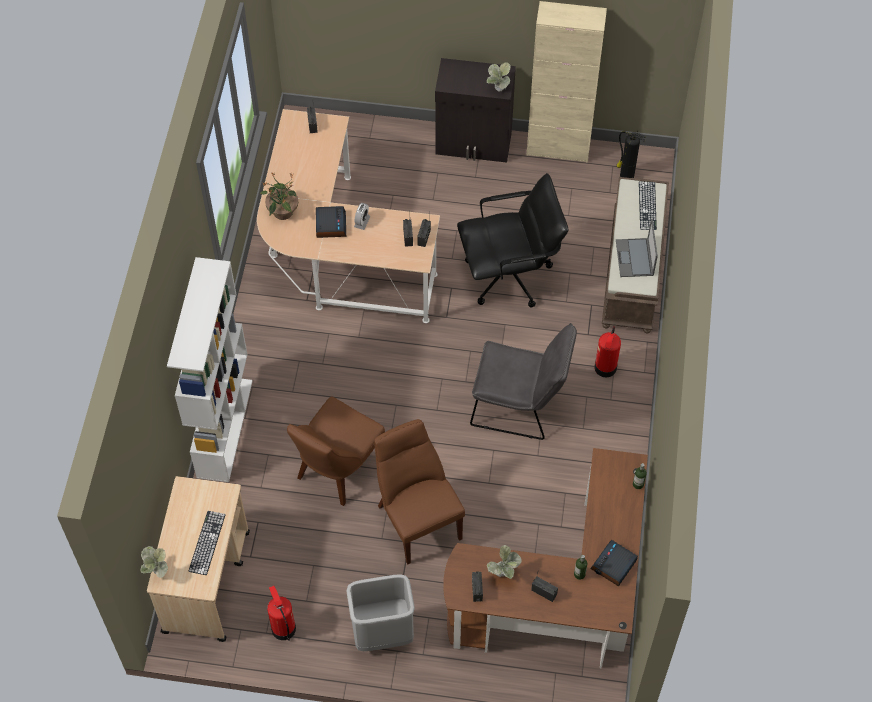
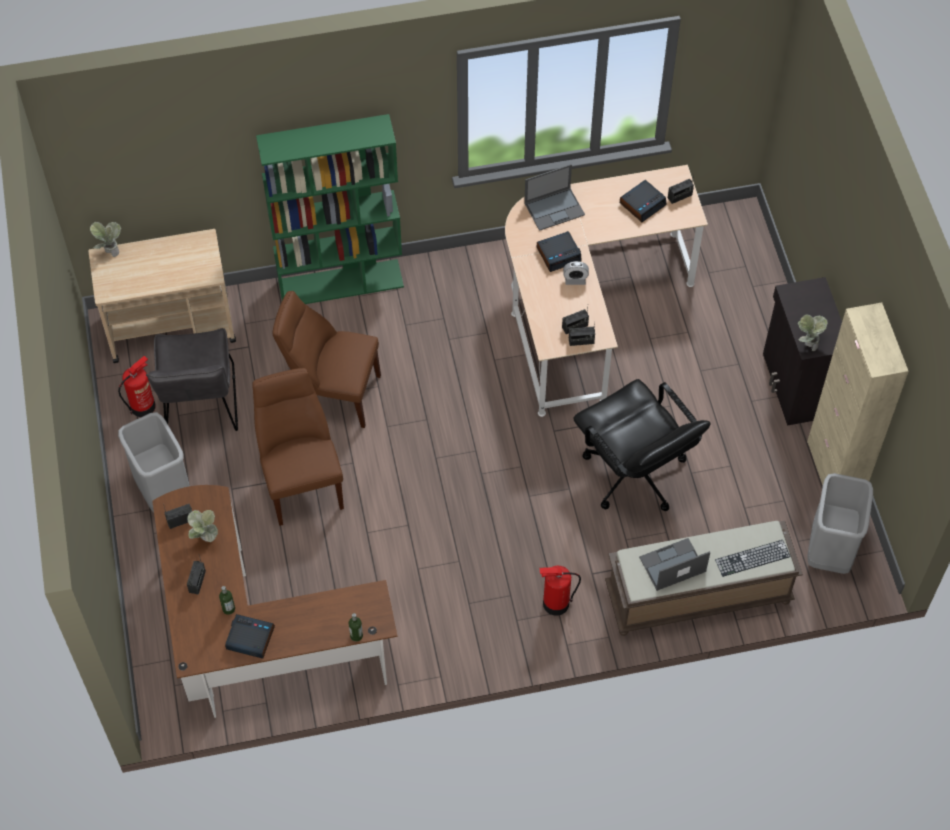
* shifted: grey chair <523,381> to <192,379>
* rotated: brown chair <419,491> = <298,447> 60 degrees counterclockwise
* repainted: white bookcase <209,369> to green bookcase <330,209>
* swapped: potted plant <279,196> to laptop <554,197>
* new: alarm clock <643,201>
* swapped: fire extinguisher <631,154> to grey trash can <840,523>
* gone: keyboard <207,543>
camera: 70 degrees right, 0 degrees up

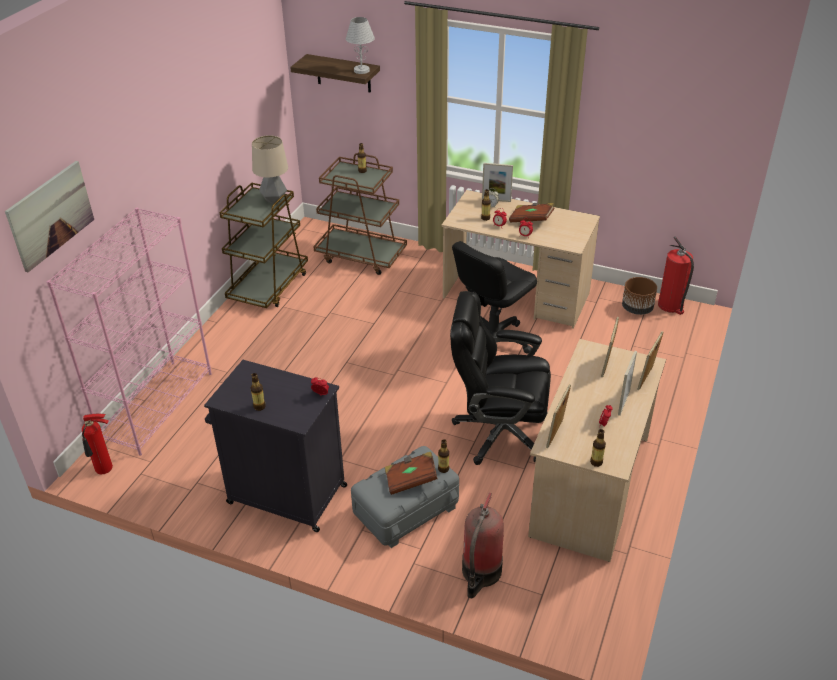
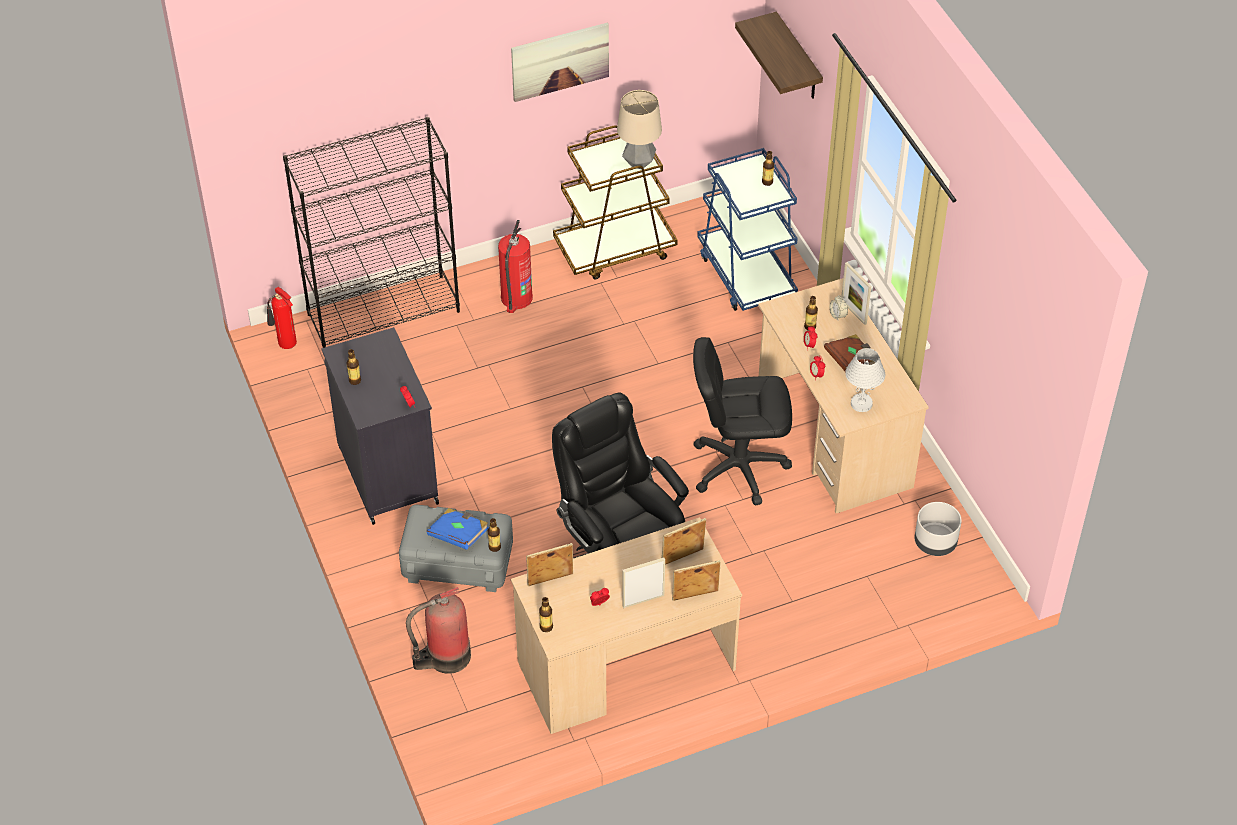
* repainted: pink bookcase <129,332> to black bookcase <371,232>
* repainted: brown book <411,473> to blue book <458,529>
* shifted: fire extinguisher <676,276> to <515,266>
* shifted: picture <49,216> to <560,62>
* repainted: brown cart <360,214> to blue cart <747,229>
* shifted: white table lamp <360,45> to <865,380>
* repainted: brown planter <639,296> to grey planter <938,529>
camera: 45 degrees right, 10 degrees up

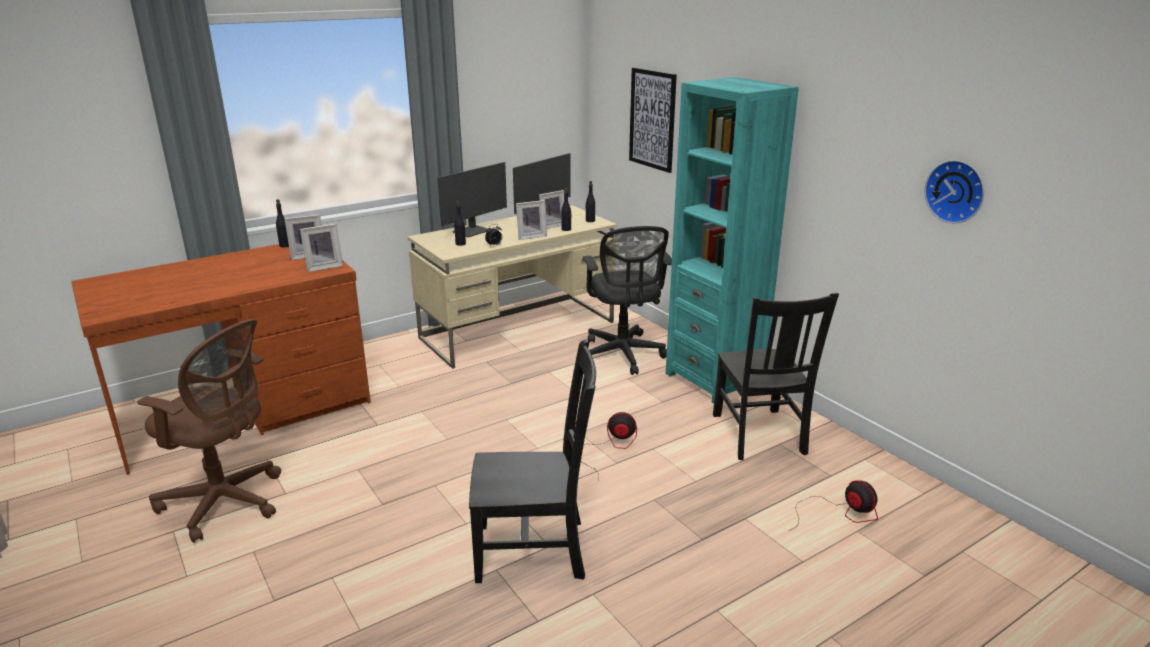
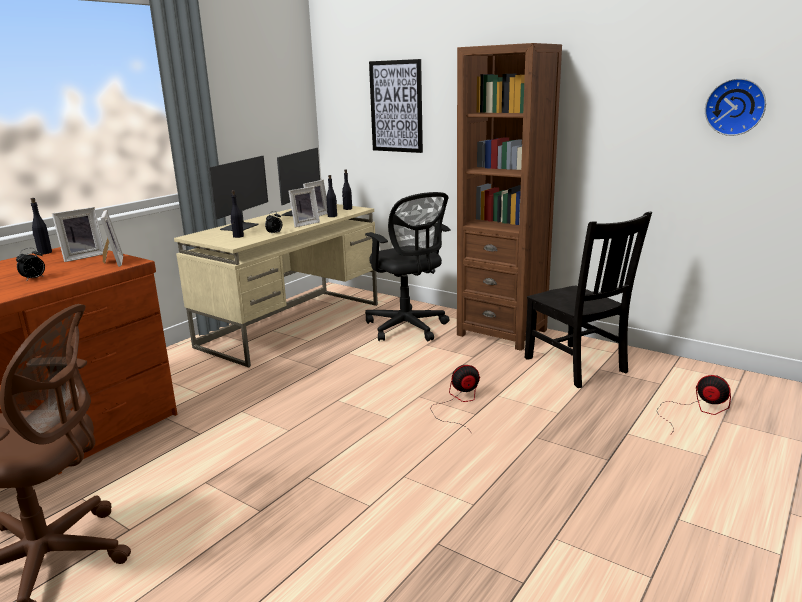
* new: alarm clock <30,264>
* rotated: picture frame <321,248> = <112,238> 60 degrees counterclockwise
* repainted: turquoise bookcase <732,240> to brown bookcase <509,197>
* gone: black chair <532,461>
camera: 20 degrees left, 5 degrees down

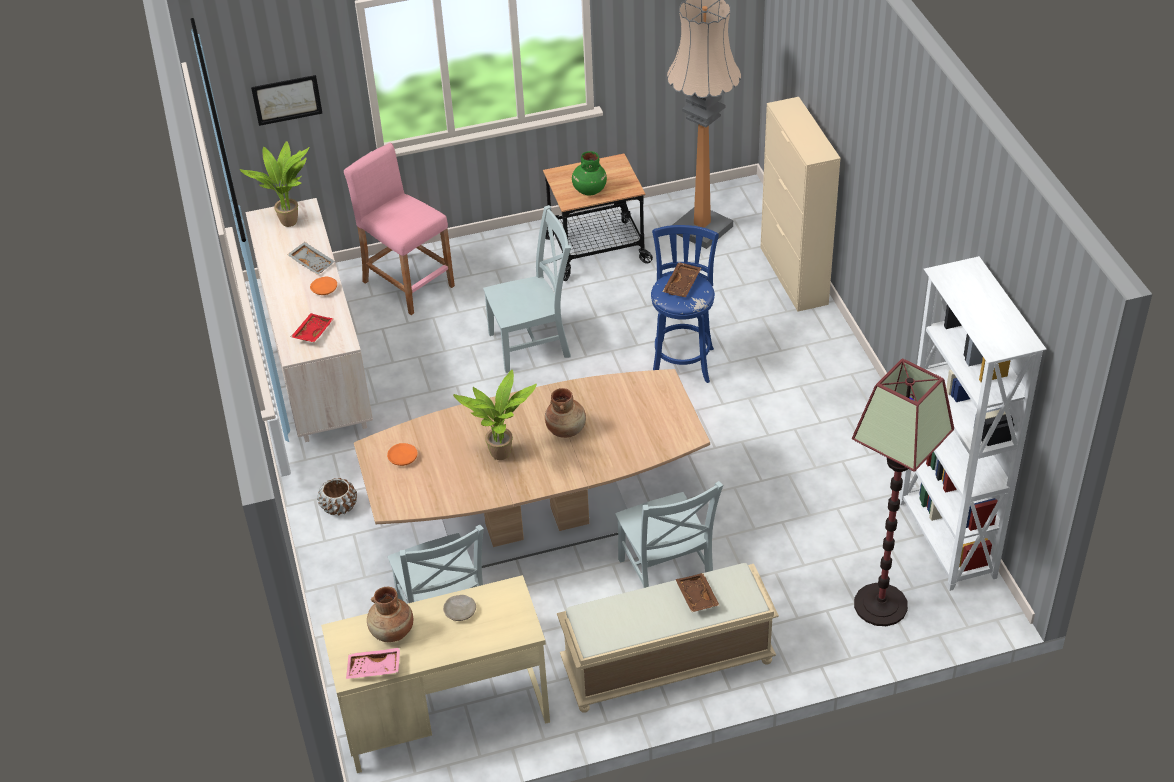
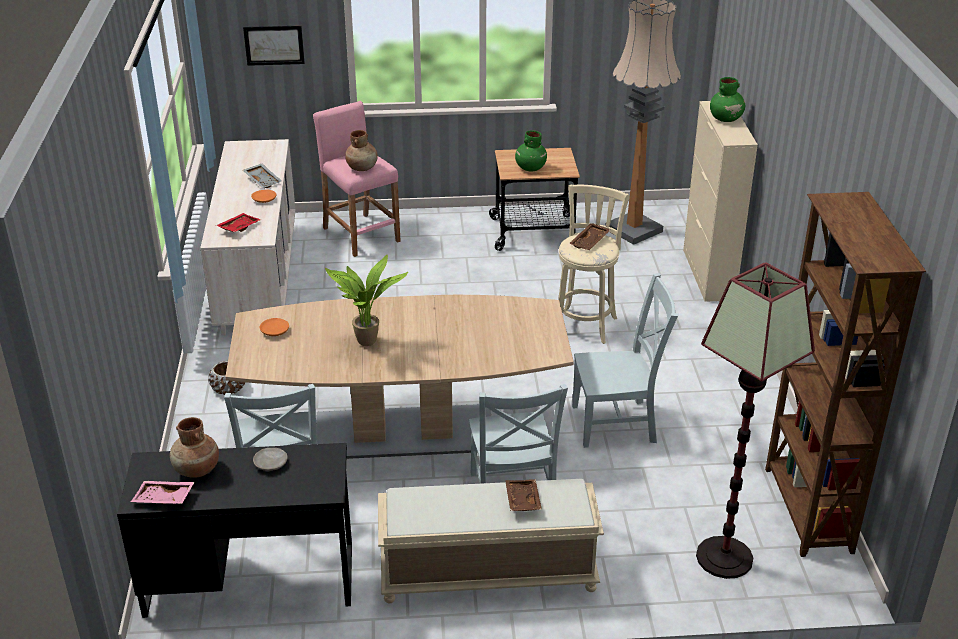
* repainted: beige desk <435,674> to black desk <234,530>
* shifted: brown vase <565,413> to <361,150>
* repainted: blue stool <685,304> to beige stool <593,264>
* shifted: grey chair <527,289> to <625,360>
* new: green vase <727,99>
* repainted: white bookcase <972,423> to brown bookcase <845,374>
* gone: potted plant <274,184>
camera: 10 degrees right, 10 degrees down

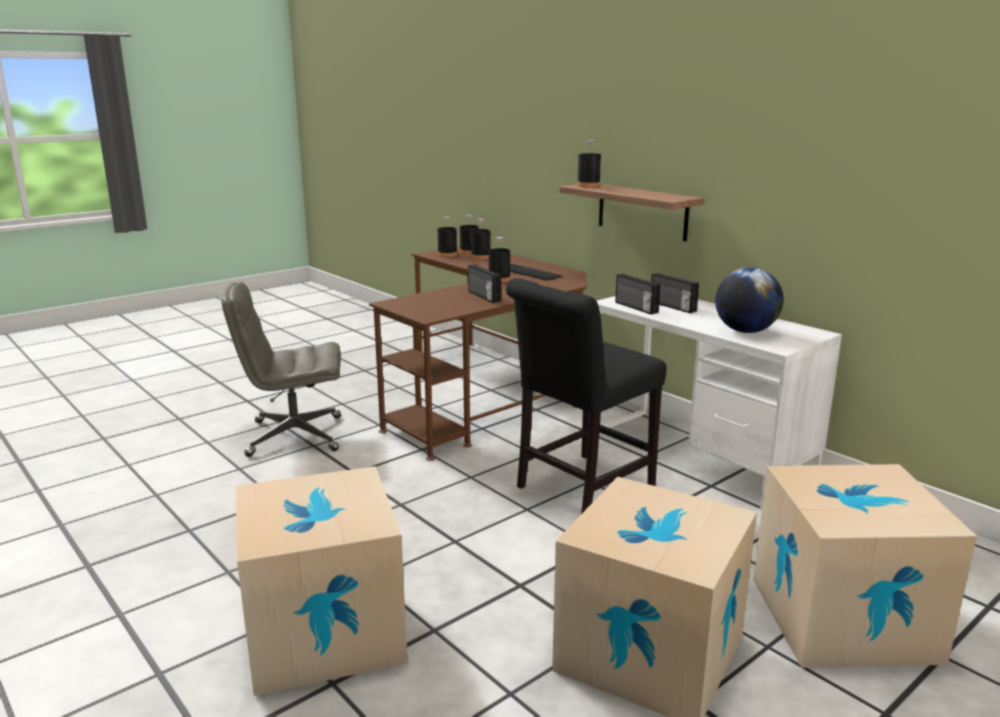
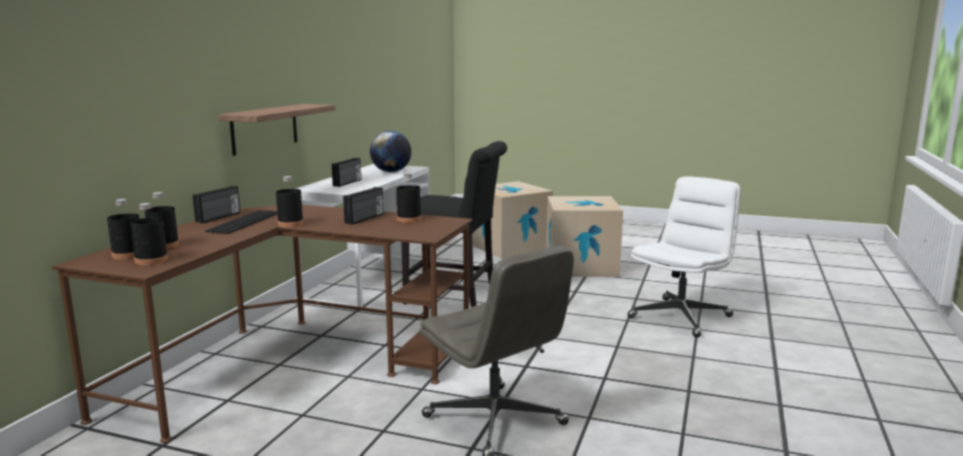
* shifted: radio <637,293> to <216,204>
* shifted: black bottle <589,163> to <408,198>
* swapped: cardboard box <321,581> to white office chair <684,257>
camera: 120 degrees left, 5 degrees down

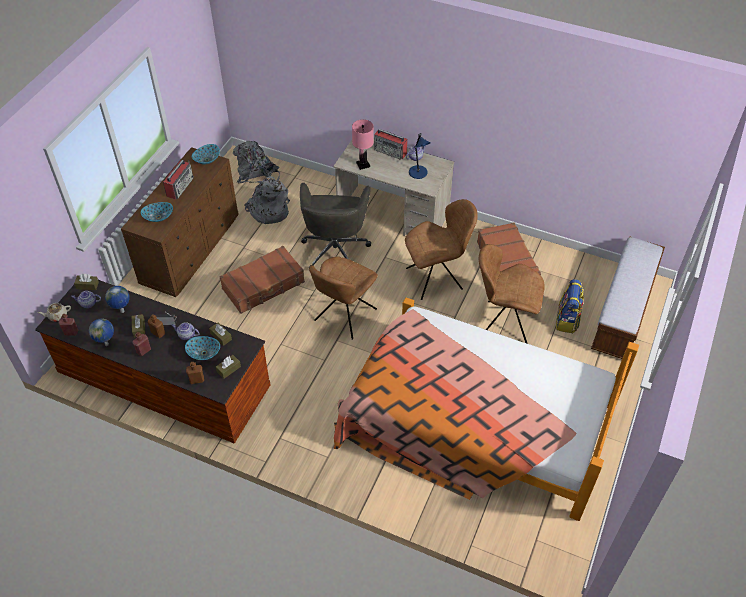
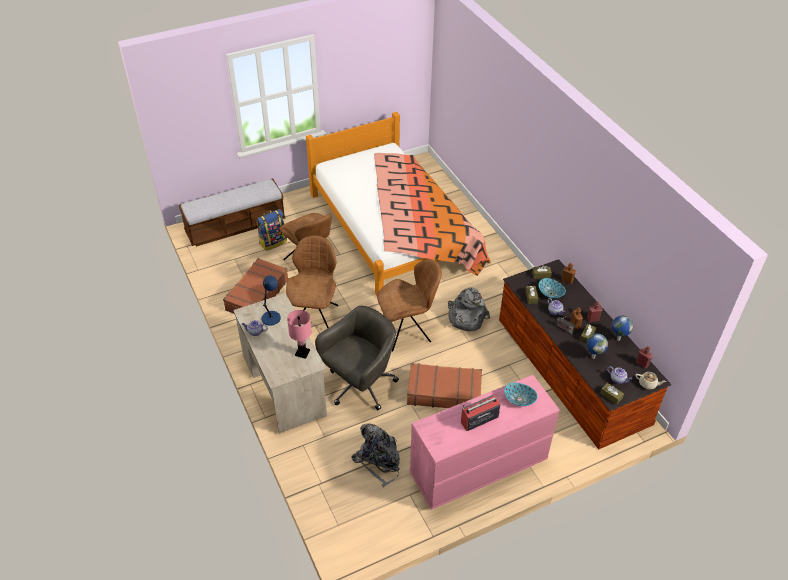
* rotated: brown chair <441,249> = <312,281> 75 degrees clockwise
* repainted: brown dresser <180,222> to pink dresser <485,442>
* shifted: grey backpack <256,162> to <469,309>
* gone: bowl <206,154>
* gone: radio <391,144>
camera: 140 degrees left, 5 degrees down

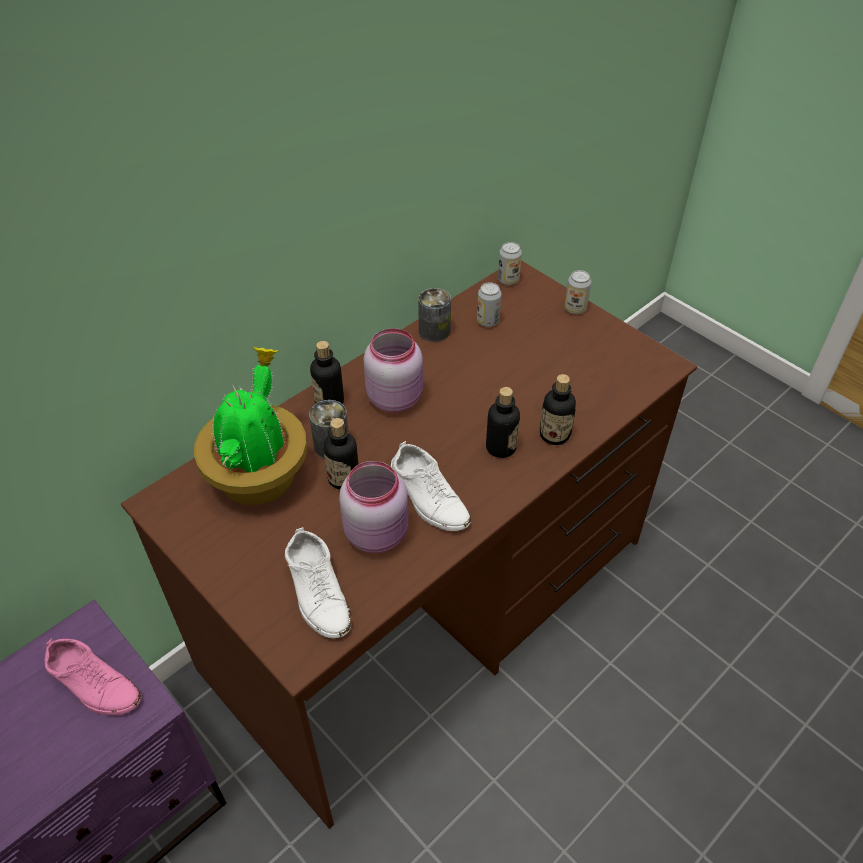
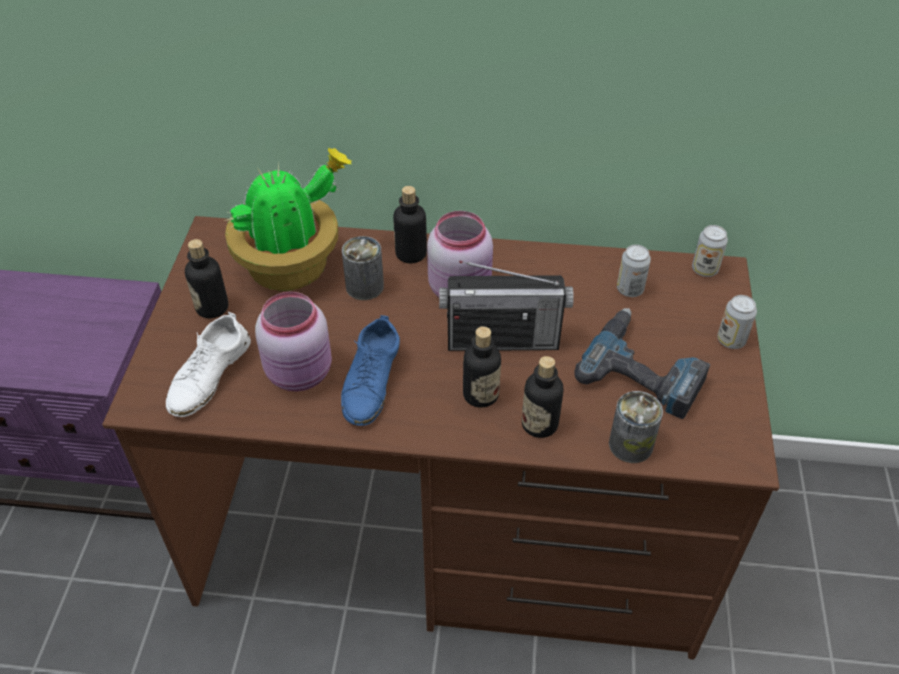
* shifted: bottle <340,453> to <206,278>
* repainted: white shoe <431,486> to blue shoe <370,370>
* new: radio <506,305>
* new: power drill <642,363>
* shifted: can <434,315> to <636,427>
* gone: pink shoe <93,676>
camera: 50 degrees right, 0 degrees up

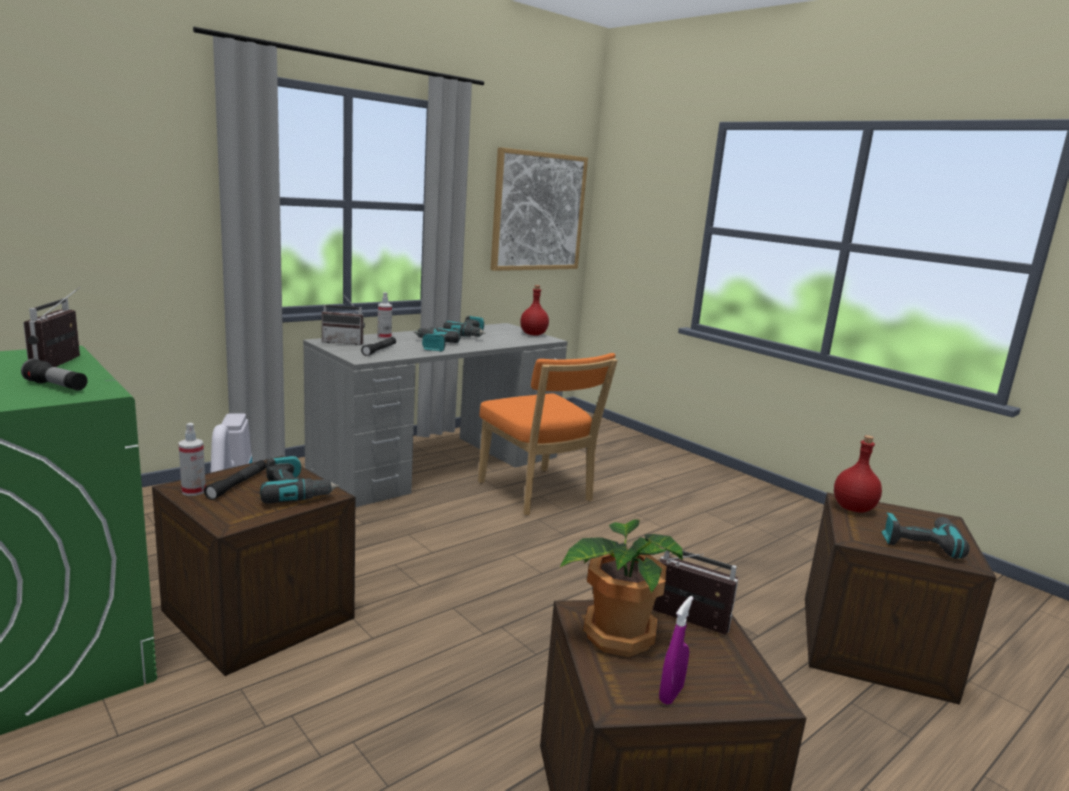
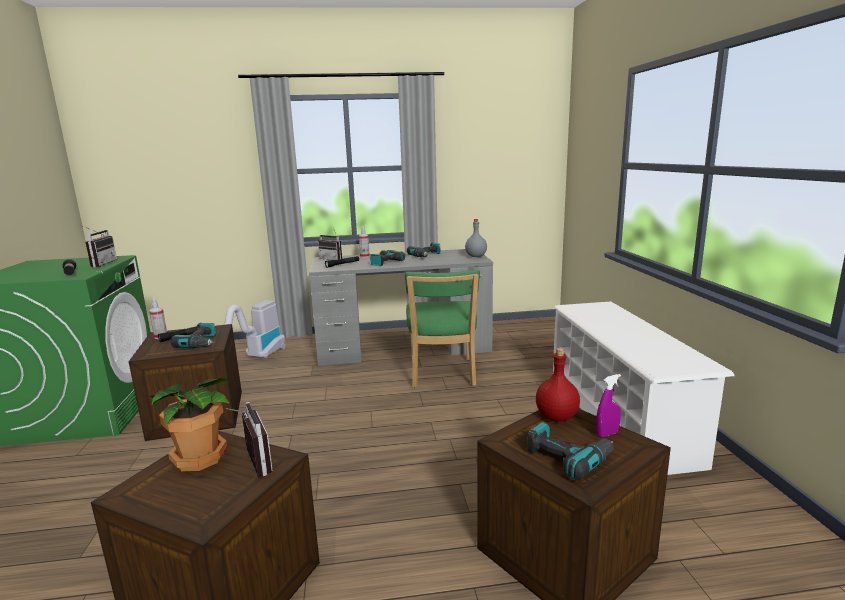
* rotated: radio <51,327> = <99,246> 150 degrees clockwise
* repainted: orange chair <548,434> to green chair <442,329>
* repainted: red bottle <534,310> to grey bottle <476,238>
* new: white shoe rack <643,388>
* shifted: purple spray bottle <676,650> to <608,405>
* gone: picture <539,209>
camera: 35 degrees right, 0 degrees up

